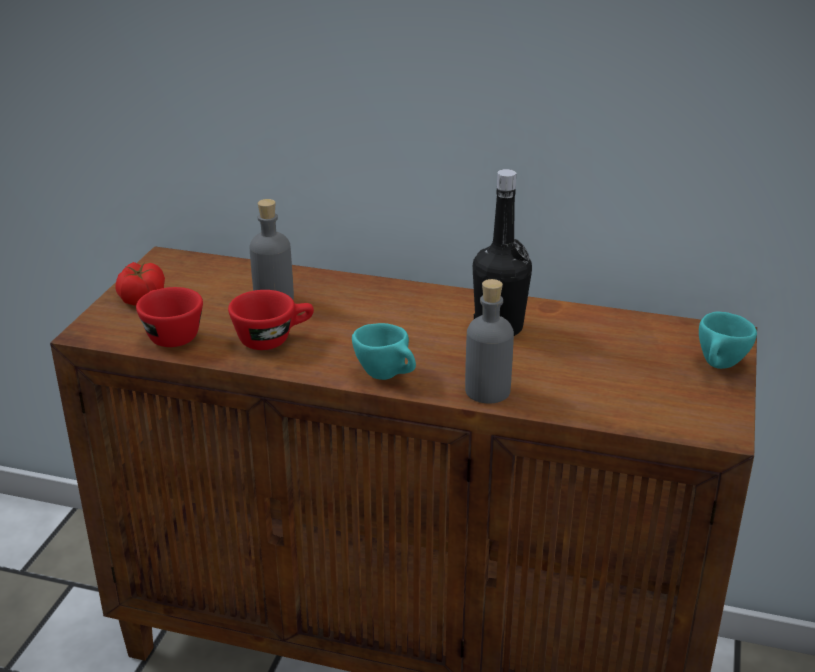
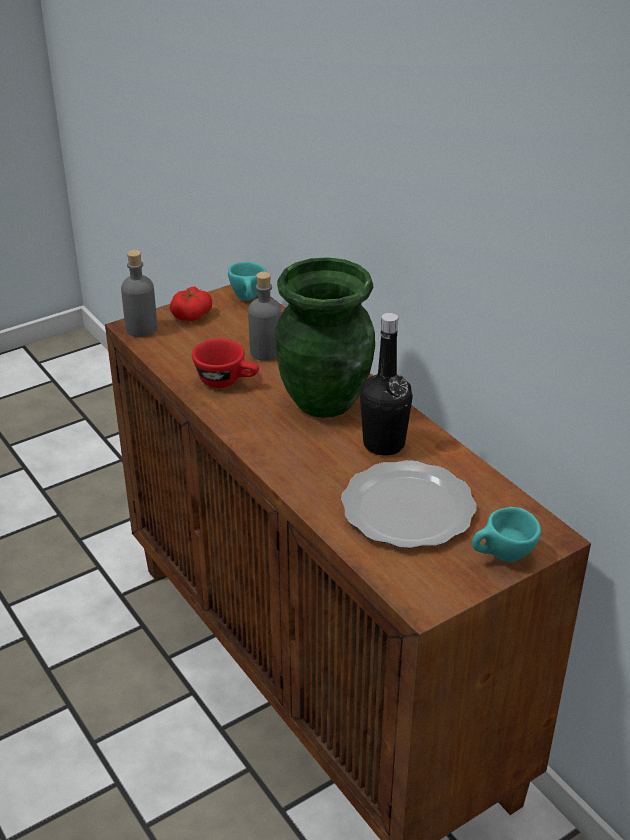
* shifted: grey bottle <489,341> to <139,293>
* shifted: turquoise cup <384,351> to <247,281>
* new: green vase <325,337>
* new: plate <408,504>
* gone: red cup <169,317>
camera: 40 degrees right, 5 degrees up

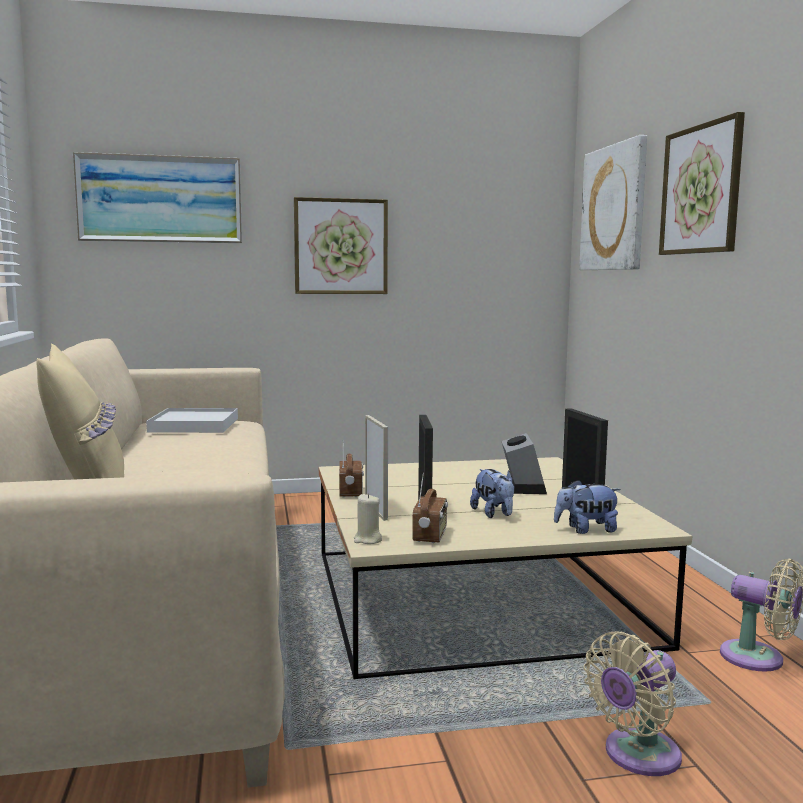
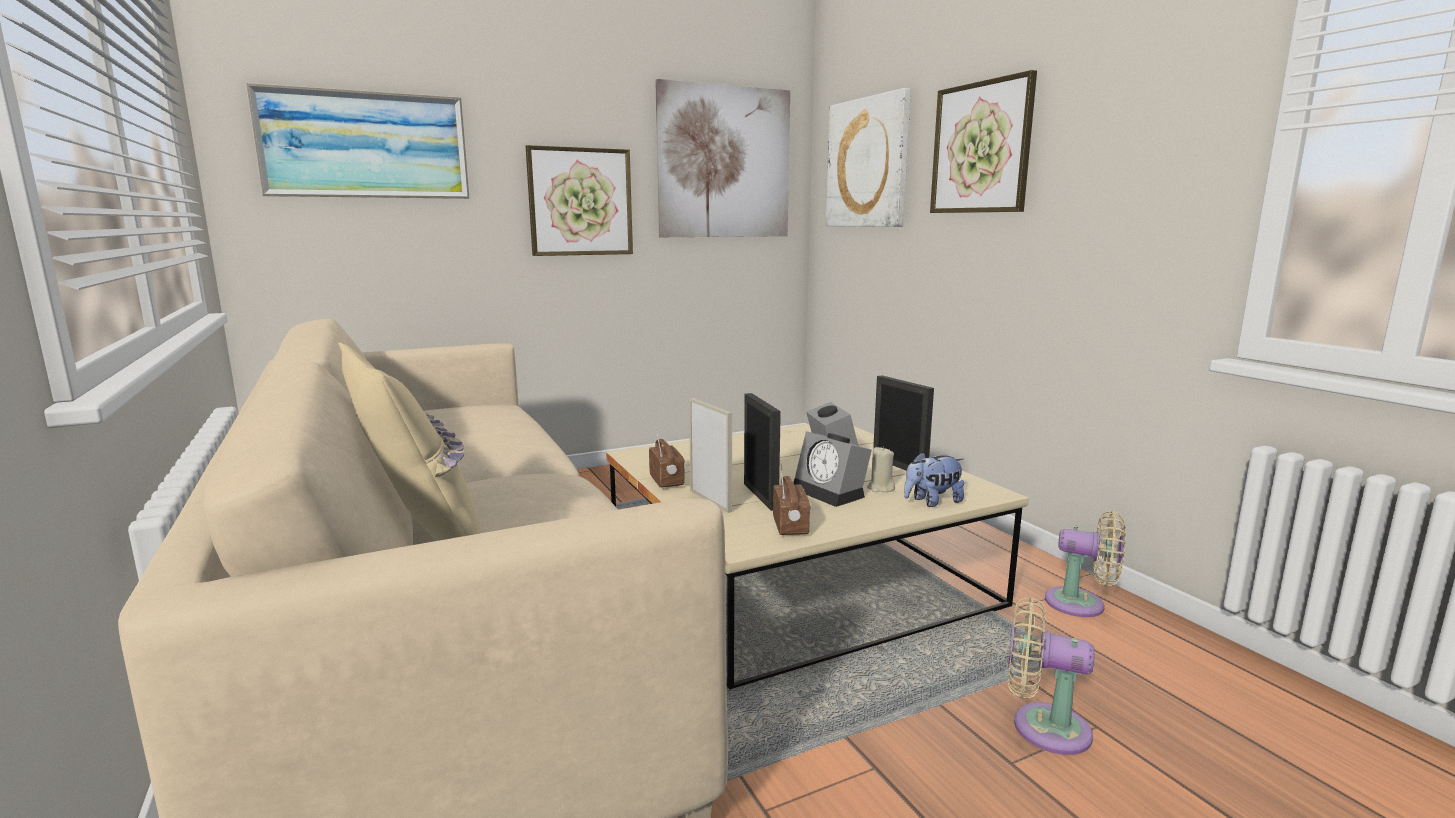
* new: picture <722,158>
* swapped: plush toy <492,493> to alarm clock <832,469>
* shifted: beige candle <368,519> to <881,469>
* rotated: beige fan <633,704> = <1051,676> 75 degrees clockwise
* gone: white tray <192,420>
camera: 15 degrees left, 5 degrees up

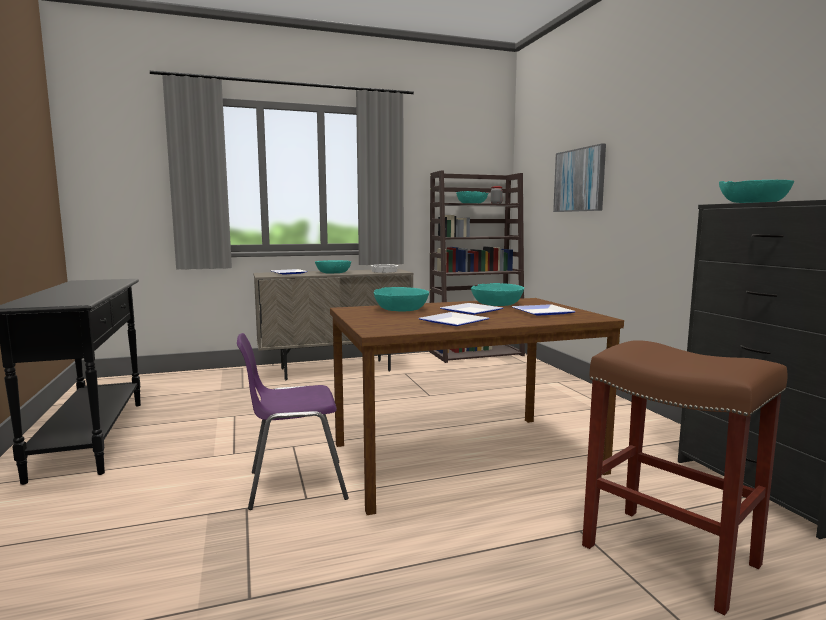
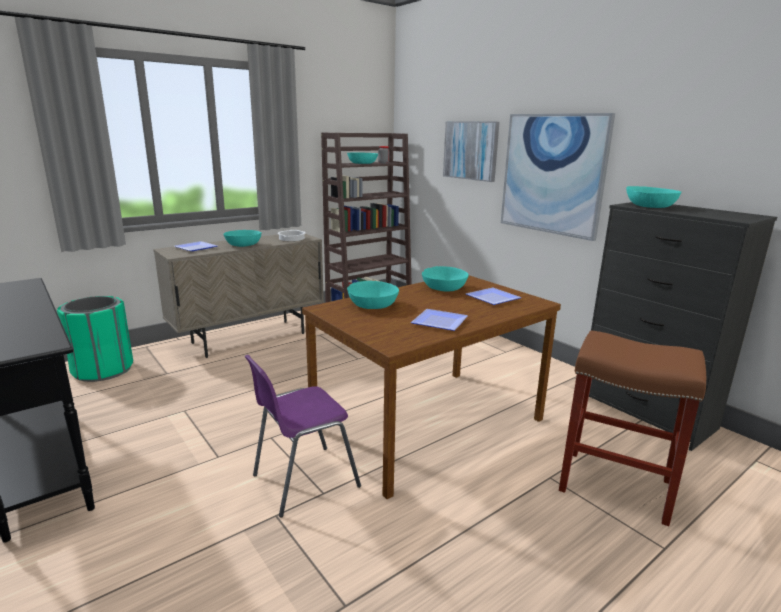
* new: green trash can <95,339>
* new: picture <558,177>
* gone: plate <471,309>
camera: 20 degrees left, 10 degrees up

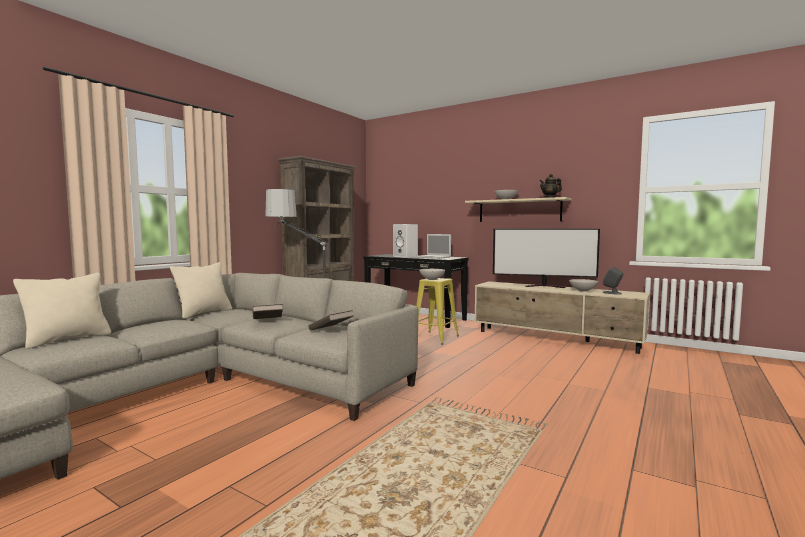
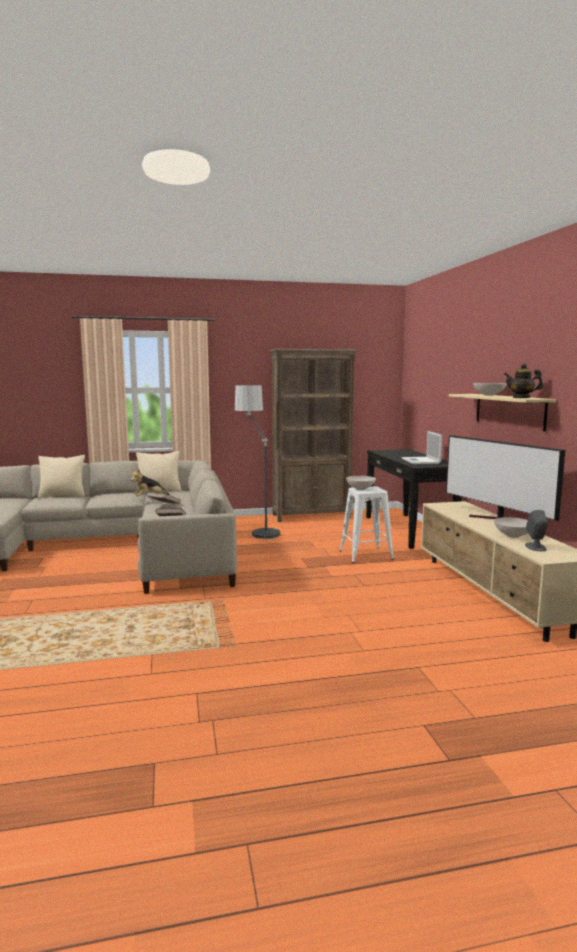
* new: plush toy <150,482>
* repainted: yellow stool <437,311> to white stool <366,524>
* gone: white speaker <405,241>
camera: 45 degrees right, 5 degrees up

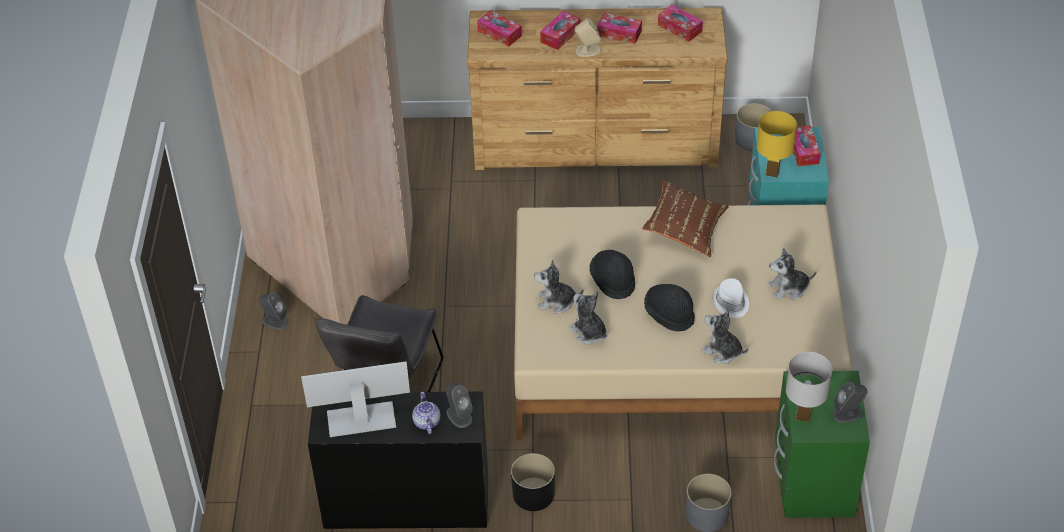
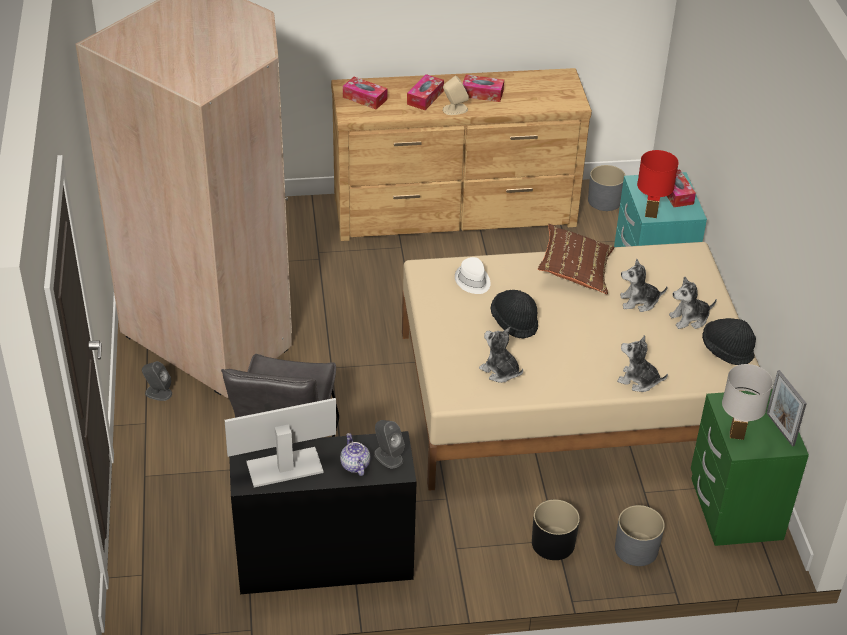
* shifted: white hat <730,298> to <473,275>
* shifted: black planter <533,482> to <556,530>
* shifted: plush toy <558,287> to <644,285>
* repainted: yellow table lamp <777,144> to red table lamp <658,184>
* shifted: black hat <669,308> to <729,341>
* swapped: grey speaker <849,402> to picture frame <787,408>
* gone: tissue box <680,23>
camera: 10 degrees left, 5 degrees down

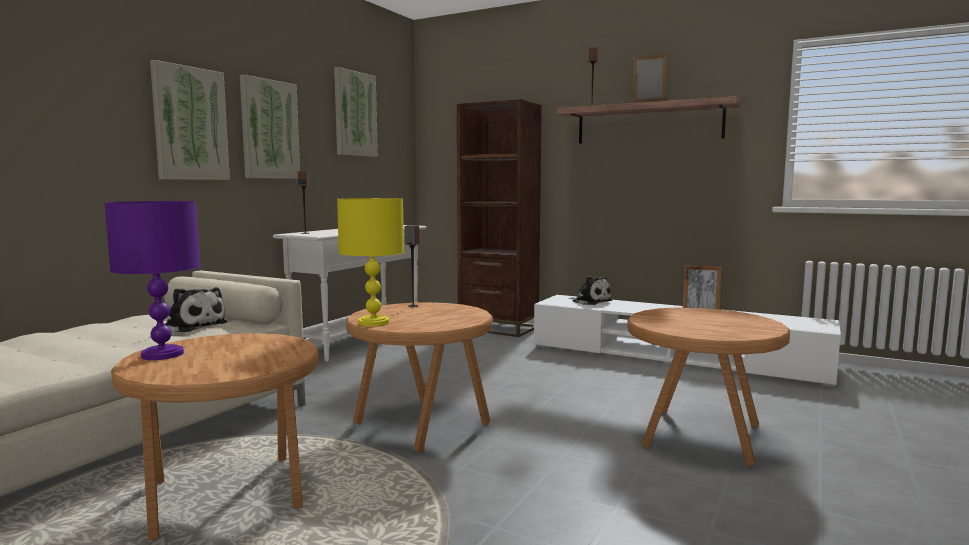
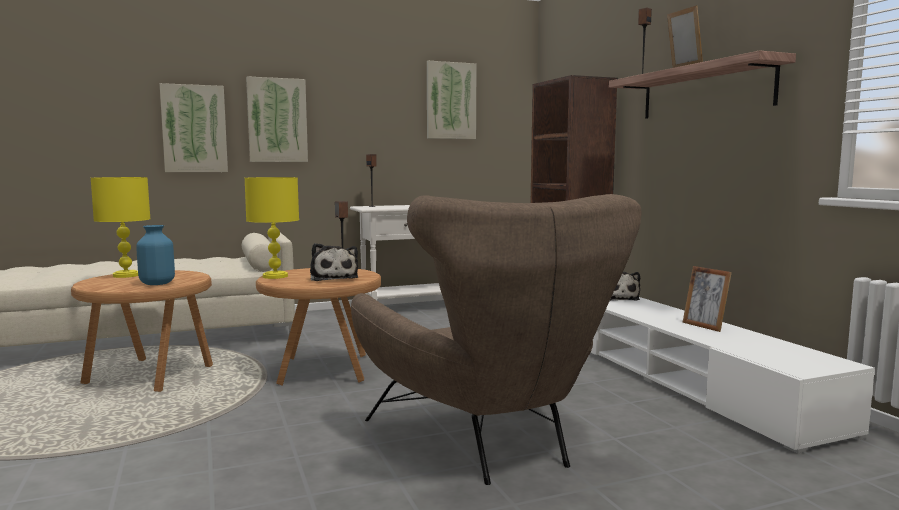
* repainted: purple table lamp <152,280> to yellow table lamp <120,227>
* new: blue vase <155,255>
* shifted: picture <270,127> to <193,127>
* shifted: plush toy <196,309> to <334,262>
* swapped: brown side table <708,387> to brown armchair <496,339>
camera: 40 degrees right, 0 degrees up

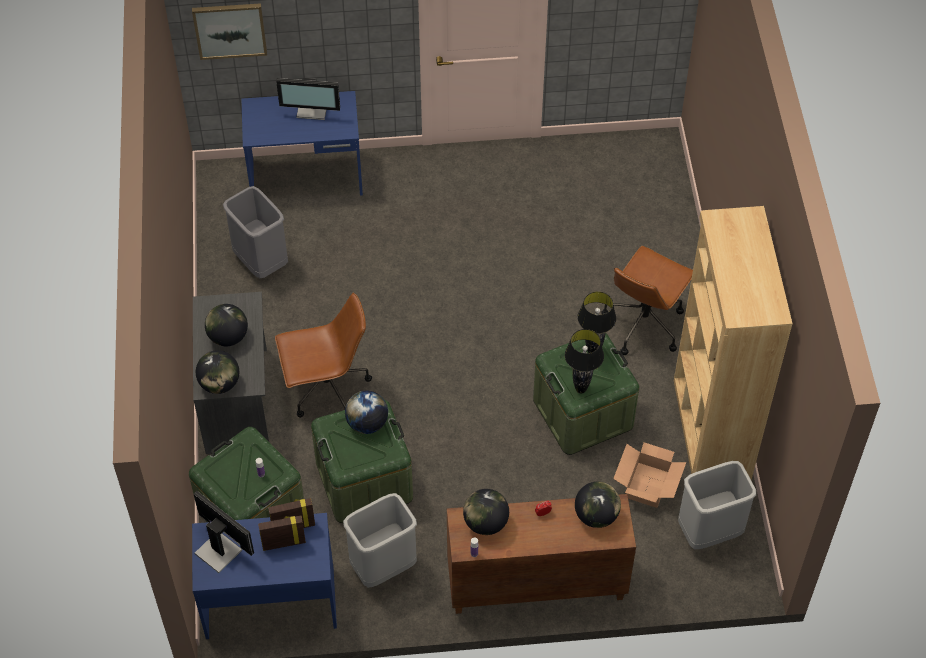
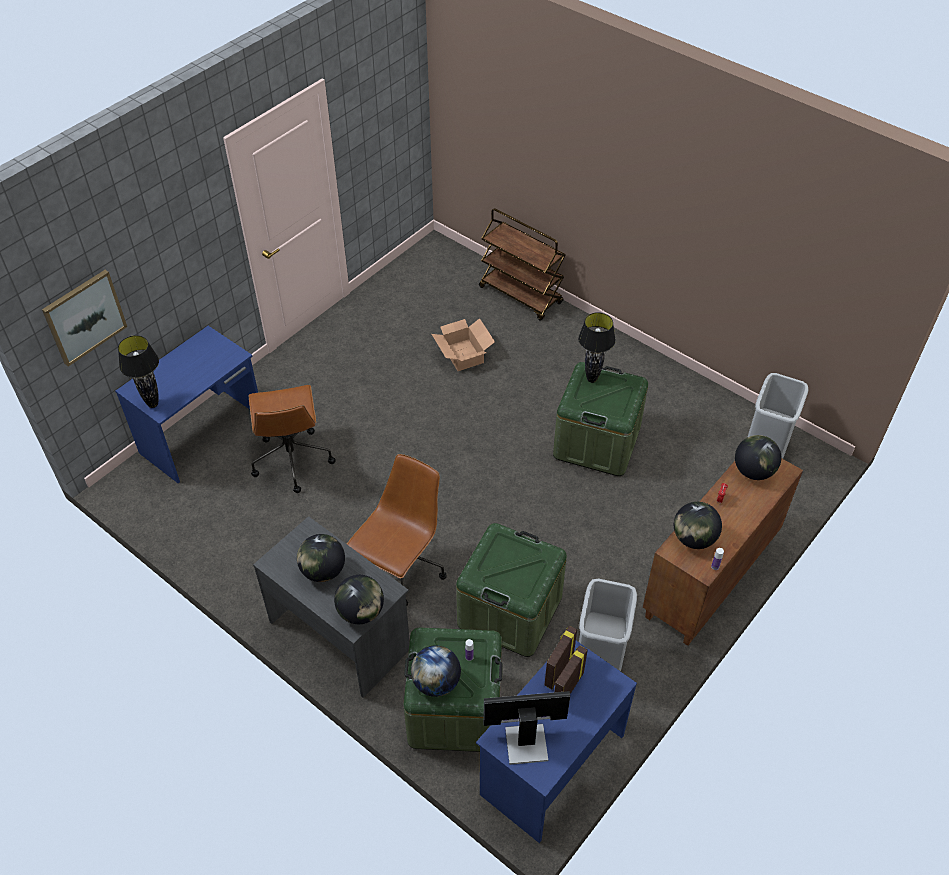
* shifted: black table lamp <584,361> to <138,371>
* shifted: brown office chair <647,300> to <292,439>
* shifted: globe <366,412> to <436,671>
* shifted: cardboard box <649,475> to <463,344>
* new: brown cart <522,264>
* gone: grey trash can <255,232>
* gone: monitor <308,99>
* gone: brown bookcase <733,343>
camera: 45 degrees left, 5 degrees down

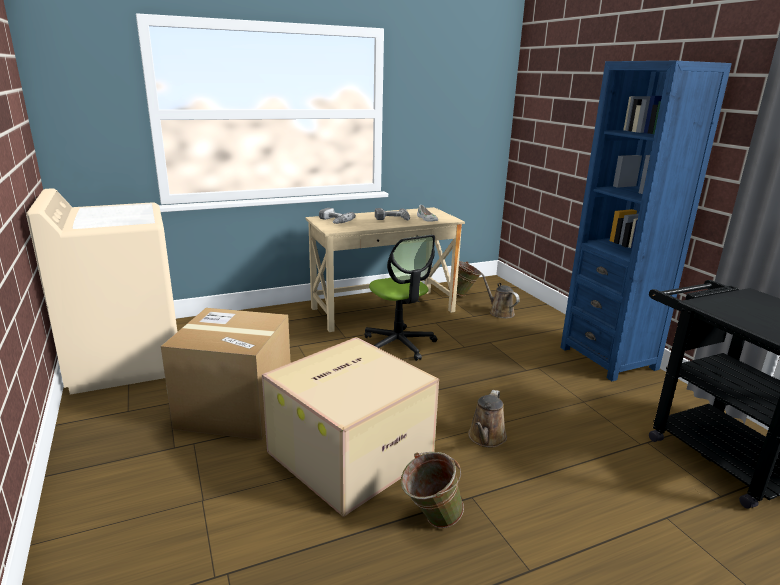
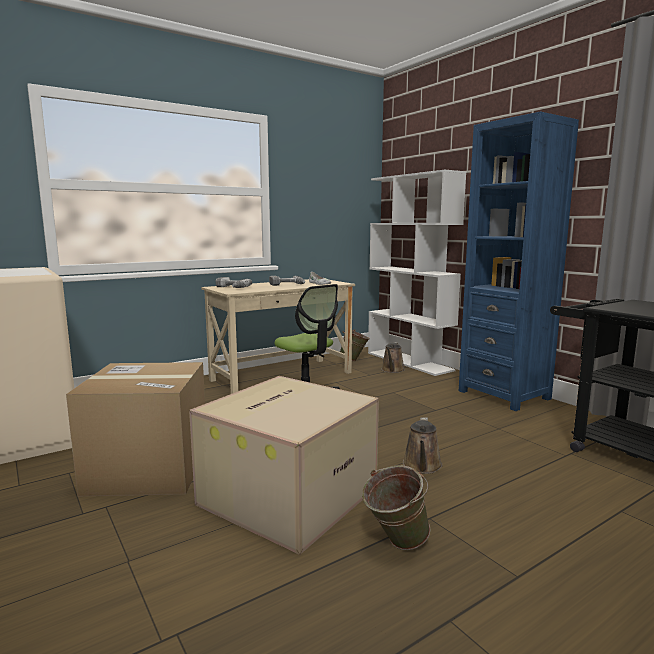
* new: white bookcase <417,273>
* rotated: brown watering can <500,295> = <393,357> 120 degrees counterclockwise
camera: 10 degrees left, 10 degrees down

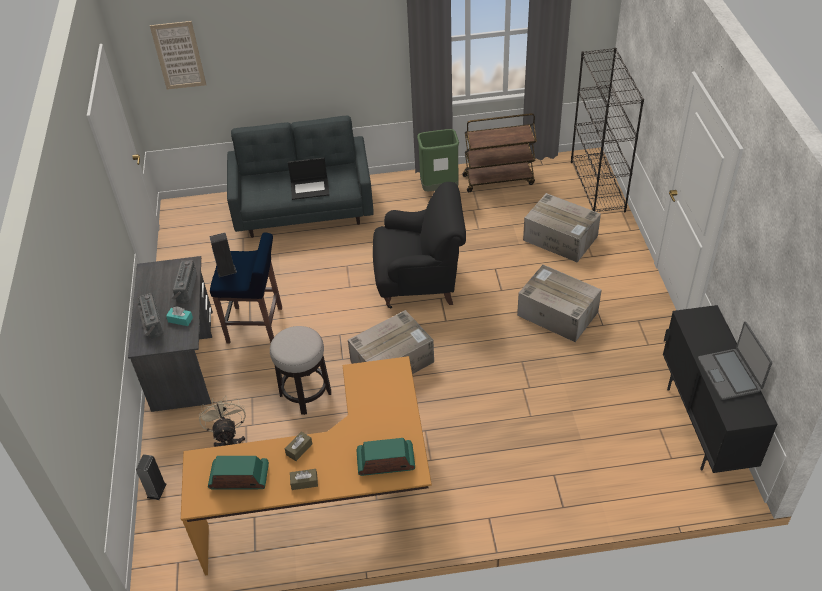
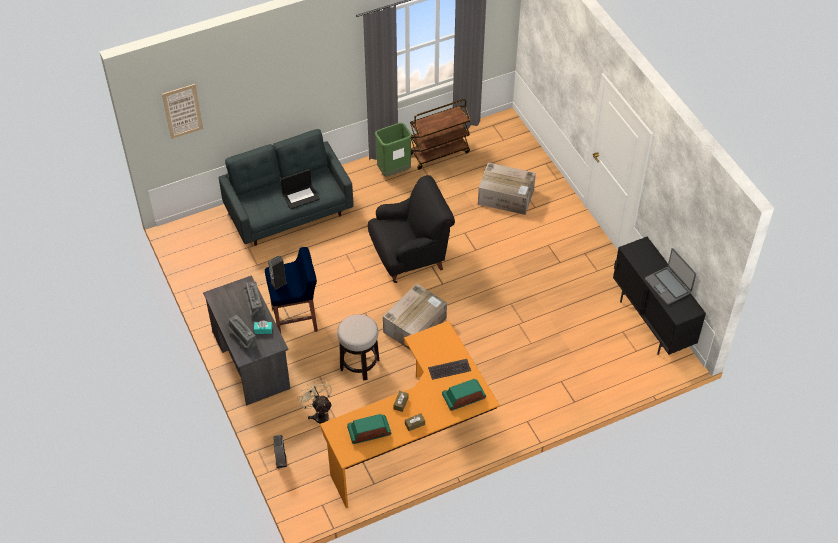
* new: keyboard <449,369>
* gone: cardboard box <559,303>
* gone: black bookcase <607,130>
camera: 20 degrees left, 5 degrees up

